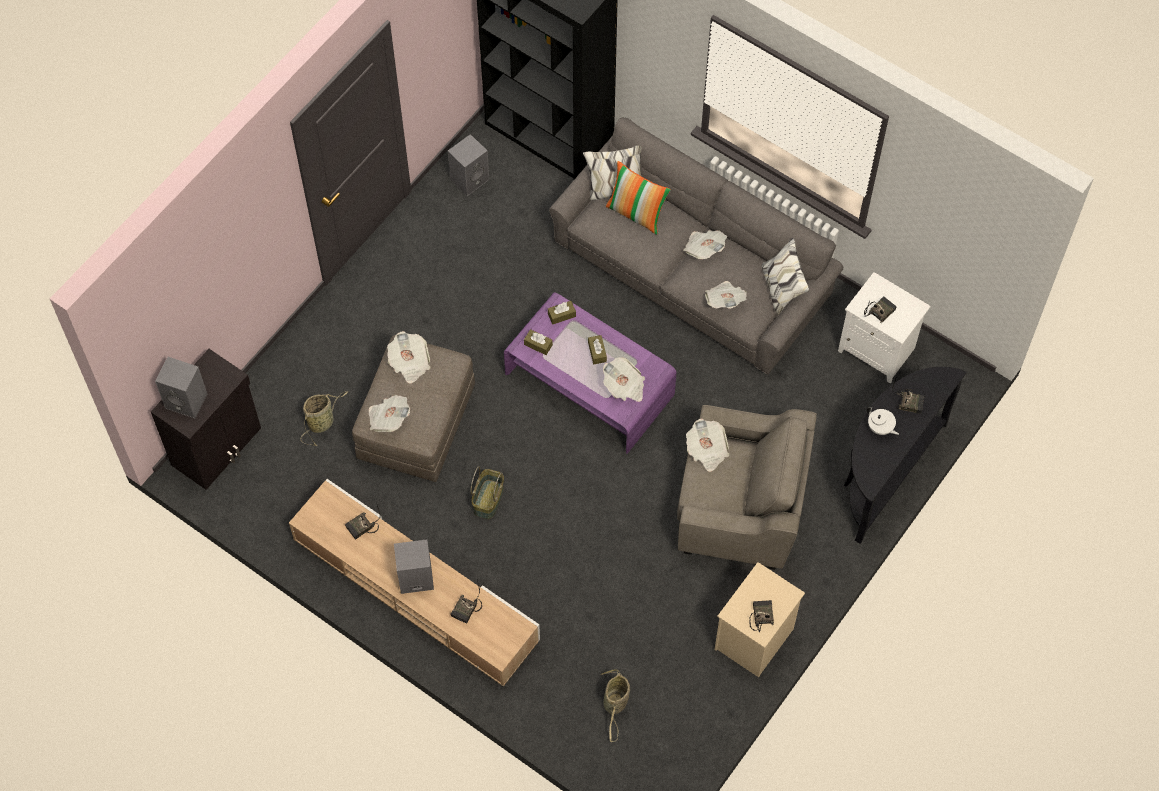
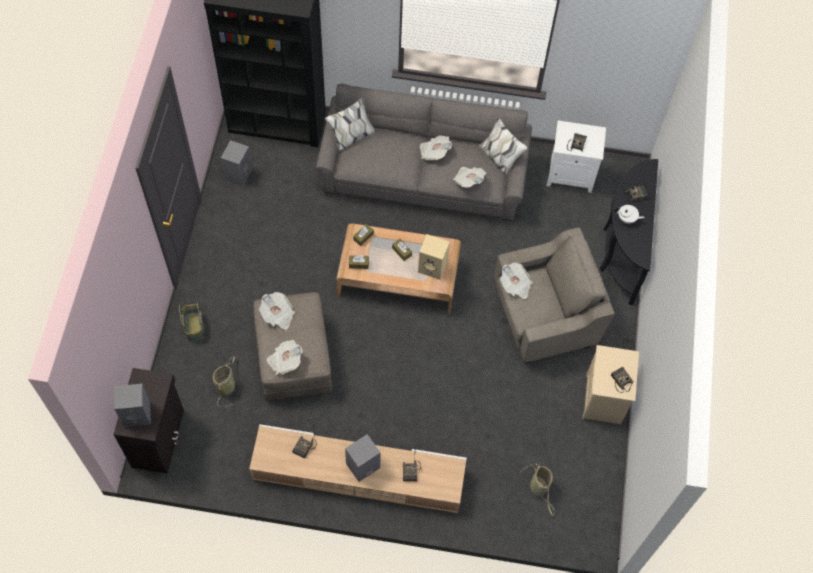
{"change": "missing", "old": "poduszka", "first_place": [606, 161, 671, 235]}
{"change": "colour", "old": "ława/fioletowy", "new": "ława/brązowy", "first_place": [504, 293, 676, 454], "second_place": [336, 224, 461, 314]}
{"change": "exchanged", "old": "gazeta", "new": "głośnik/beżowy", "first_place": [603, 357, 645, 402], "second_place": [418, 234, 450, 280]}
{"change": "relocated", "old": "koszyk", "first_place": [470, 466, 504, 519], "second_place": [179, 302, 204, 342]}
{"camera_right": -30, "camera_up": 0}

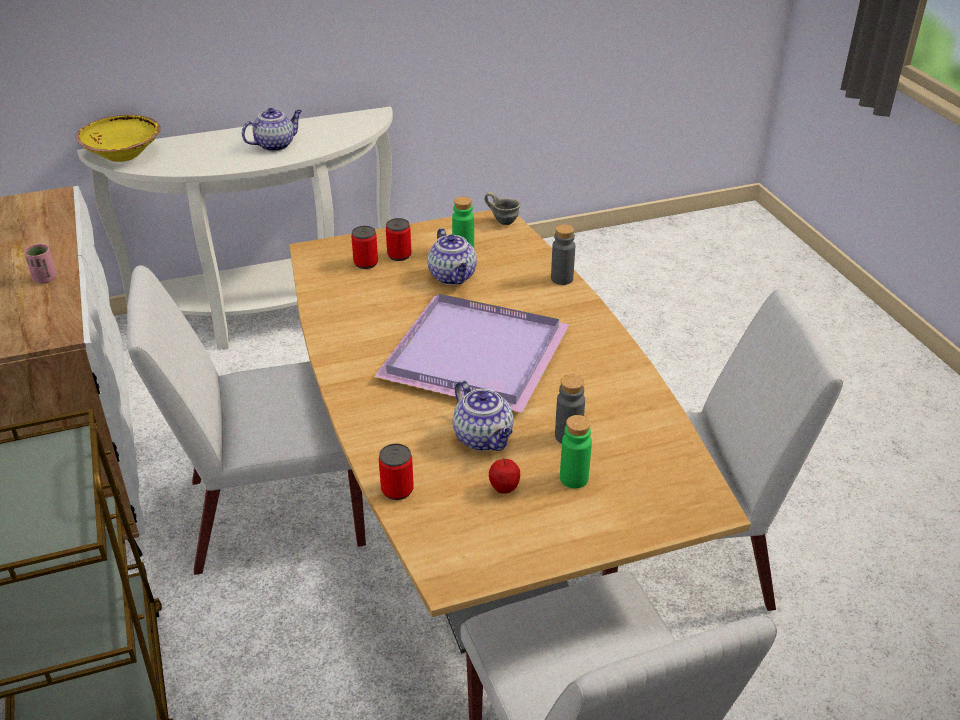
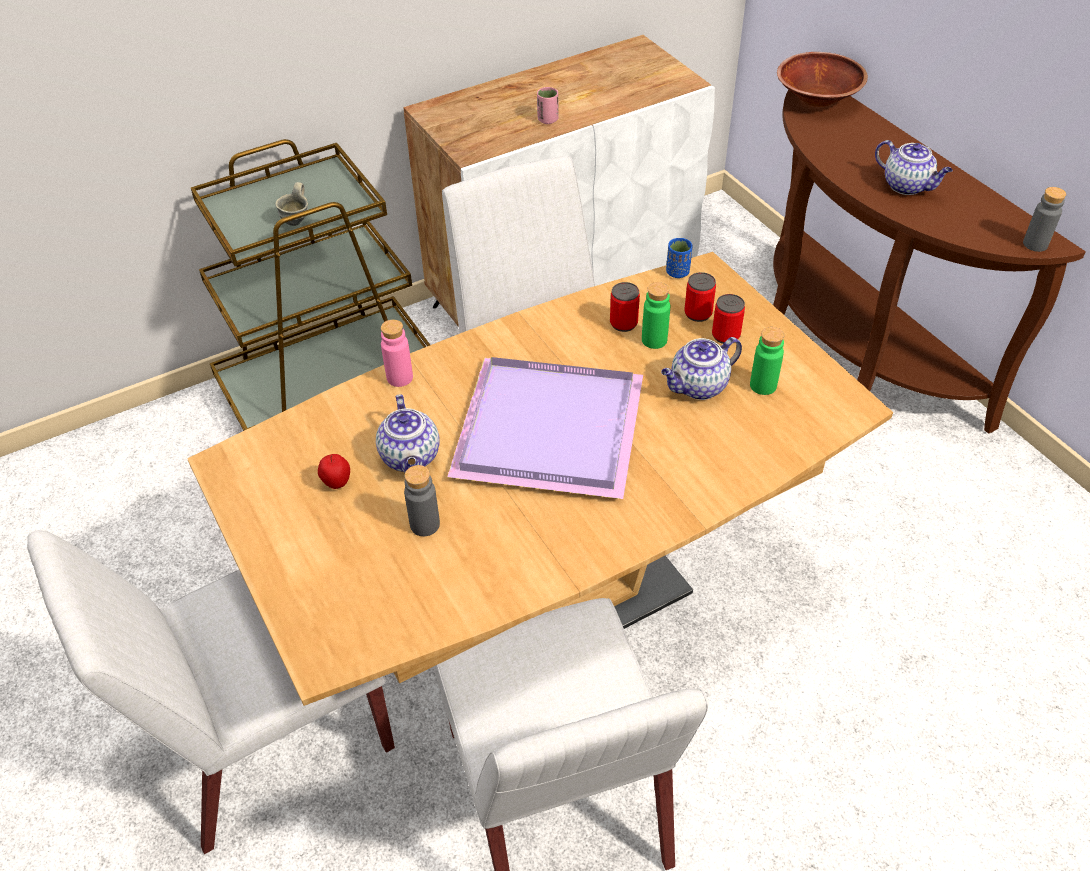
{"change": "colour", "old": "stolik konsolowy/biały", "new": "stolik konsolowy/brązowy", "first_place": [77, 106, 393, 350], "second_place": [773, 90, 1086, 434]}
{"change": "colour", "old": "miska/żółty", "new": "miska/brązowy", "first_place": [76, 115, 161, 162], "second_place": [777, 52, 868, 107]}
{"change": "relocated", "old": "kubek/szary", "first_place": [484, 192, 520, 225], "second_place": [275, 182, 308, 226]}
{"change": "relocated", "old": "butelka/szary", "first_place": [551, 224, 575, 285], "second_place": [1023, 187, 1066, 252]}
{"change": "spun", "old": "imbryk", "first_place": [453, 380, 513, 451], "second_place": [376, 394, 440, 473], "degrees": -60}
{"change": "relocated", "old": "butelka/zielony", "first_place": [560, 415, 592, 489], "second_place": [642, 282, 670, 349]}
{"change": "relocated", "old": "puszka", "first_place": [379, 444, 414, 500], "second_place": [610, 282, 640, 332]}
{"change": "appeared", "new": "filiżanka/niebieski", "second_place": [666, 238, 692, 278]}
{"change": "appeared", "new": "butelka/różowy", "second_place": [381, 319, 413, 387]}
{"camera_right": 80, "camera_up": 10}

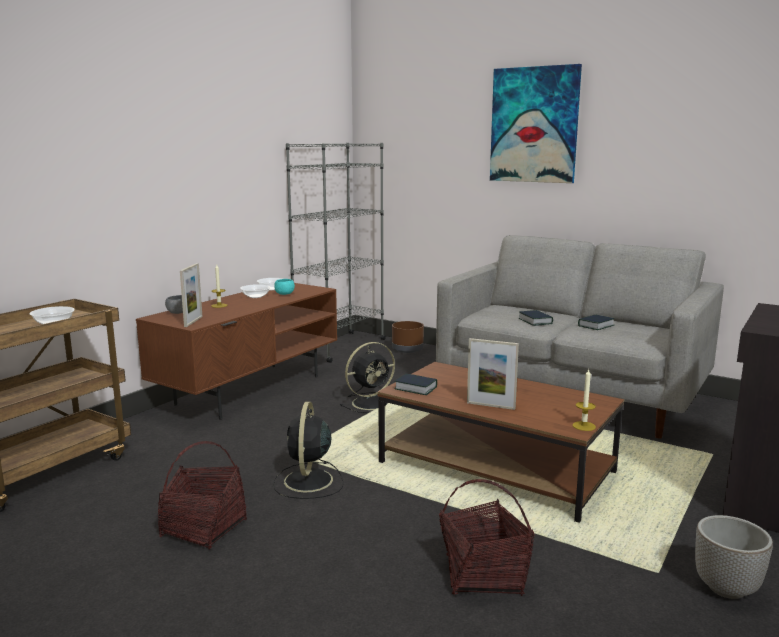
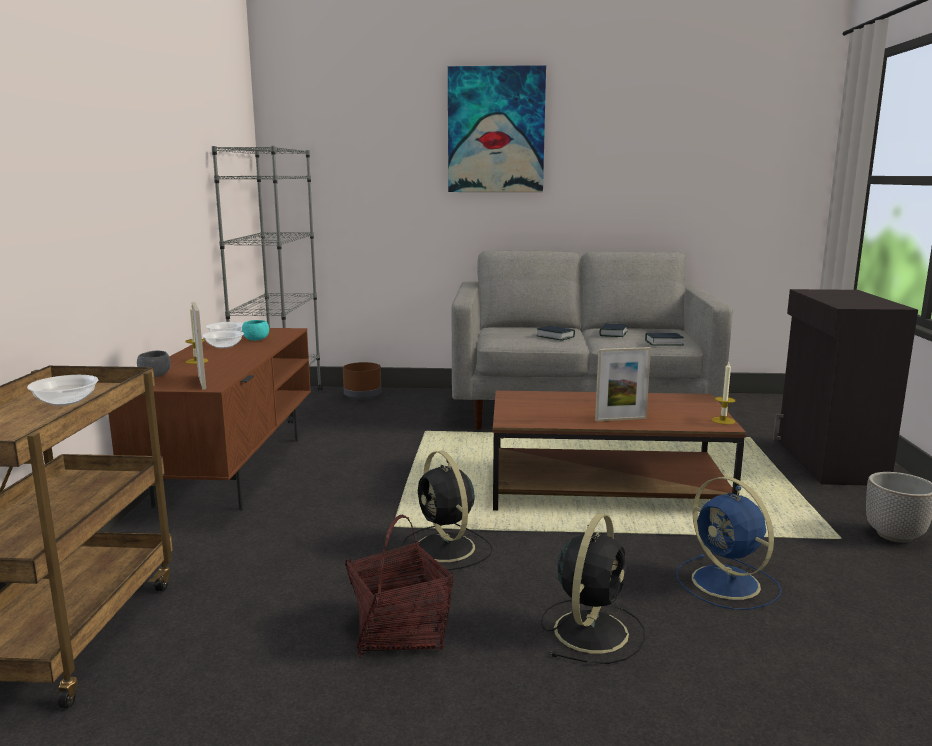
{"change": "relocated", "old": "wentylator/czarny", "first_place": [340, 342, 395, 413], "second_place": [541, 514, 645, 664]}
{"change": "relocated", "old": "książka", "first_place": [395, 374, 437, 395], "second_place": [645, 333, 684, 346]}
{"change": "exchanged", "old": "koszyk", "new": "wentylator/niebieski", "first_place": [439, 479, 535, 596], "second_place": [676, 477, 782, 610]}
{"camera_right": -30, "camera_up": 0}

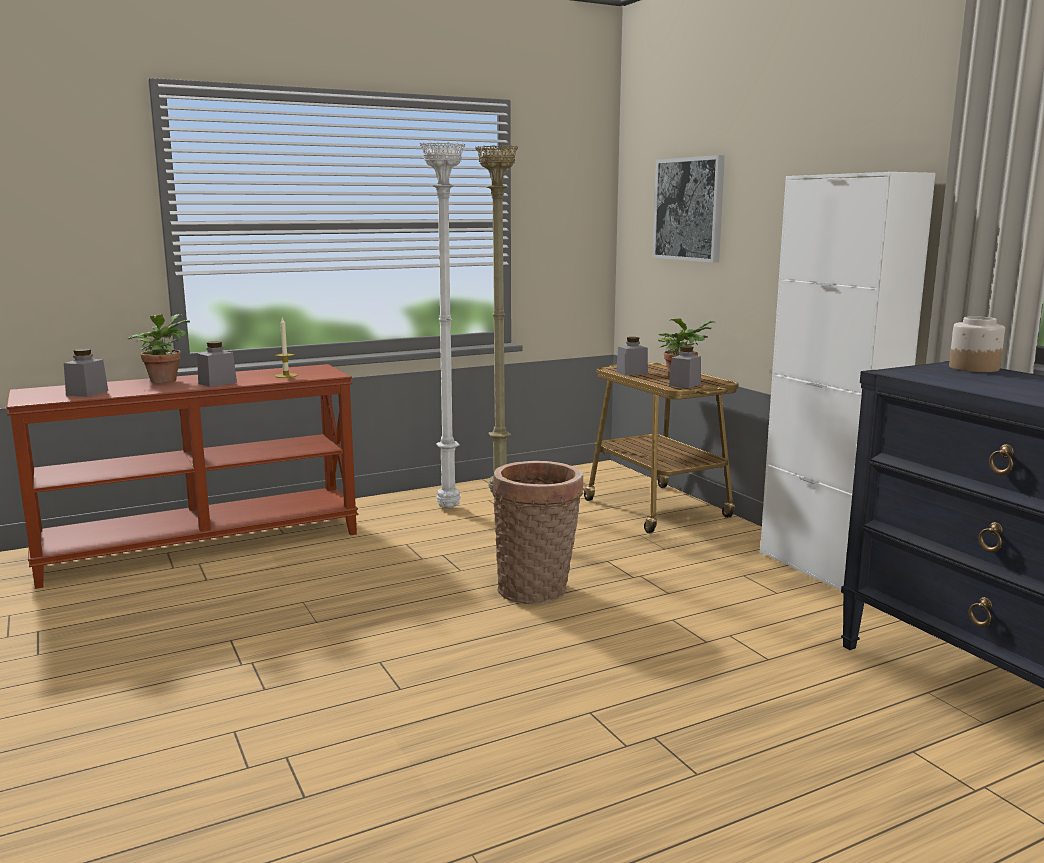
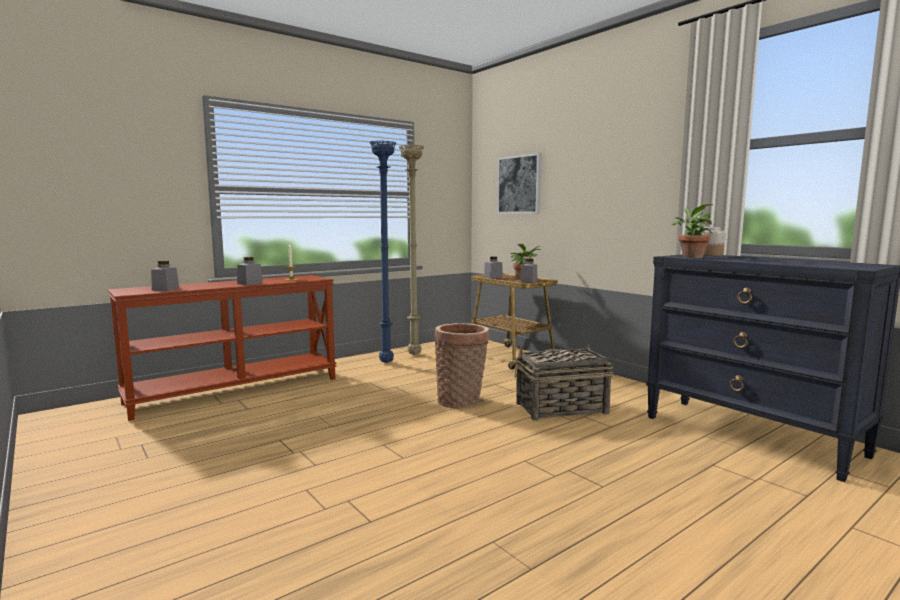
{"change": "colour", "old": "lampa stojąca/biały", "new": "lampa stojąca/niebieski", "first_place": [420, 142, 465, 508], "second_place": [370, 140, 396, 363]}
{"change": "missing", "old": "szafka/biały", "first_place": [760, 172, 936, 591]}
{"change": "relocated", "old": "roślina doniczkowa", "first_place": [128, 314, 190, 383], "second_place": [671, 204, 714, 258]}
{"change": "appeared", "new": "koszyk", "second_place": [515, 344, 613, 421]}
{"camera_right": -10, "camera_up": -5}

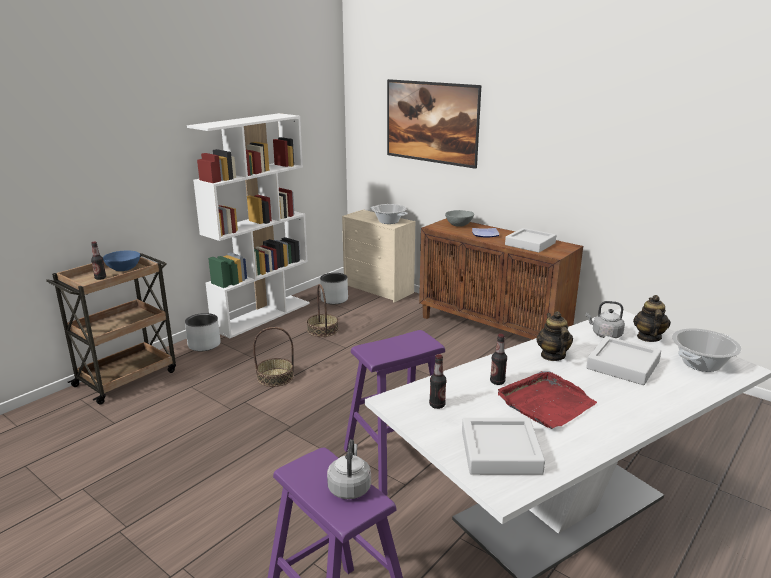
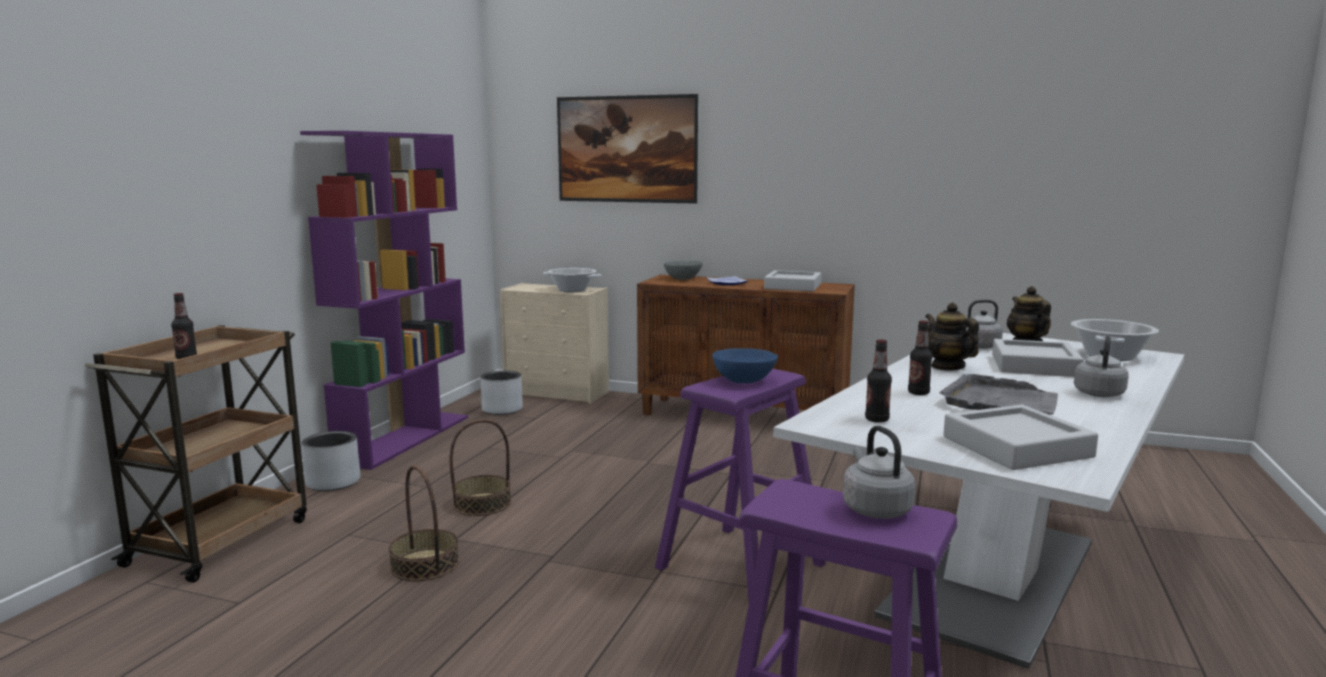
{"change": "colour", "old": "regał/biały", "new": "regał/fioletowy", "first_place": [187, 113, 310, 338], "second_place": [300, 131, 468, 470]}
{"change": "relocated", "old": "miska/niebieski", "first_place": [103, 251, 140, 271], "second_place": [712, 348, 778, 383]}
{"change": "relocated", "old": "koszyk", "first_place": [307, 284, 338, 337], "second_place": [388, 466, 459, 581]}
{"change": "colour", "old": "taca/czerwony", "new": "taca/szary", "first_place": [498, 371, 597, 429], "second_place": [939, 374, 1058, 415]}
{"change": "appeared", "new": "czajnik/szary", "second_place": [1074, 336, 1129, 397]}
{"camera_right": -20, "camera_up": -10}

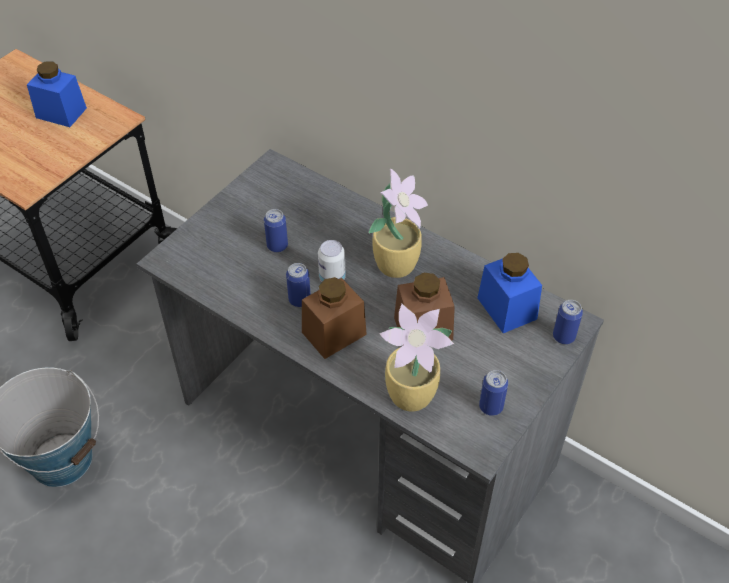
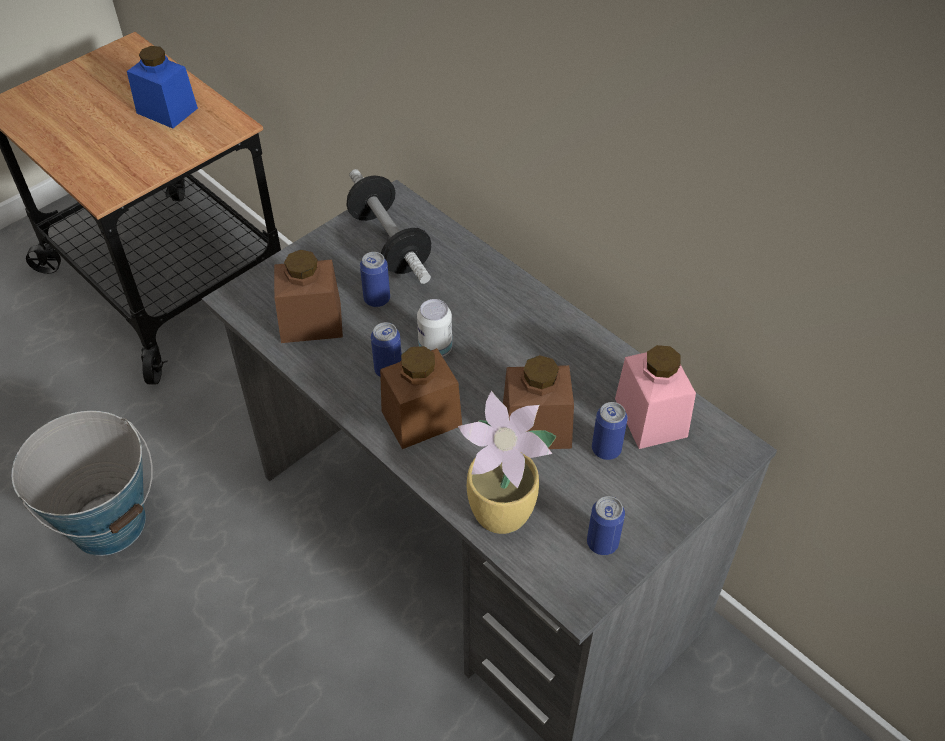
{"change": "missing", "old": "roślina doniczkowa", "first_place": [369, 168, 428, 278]}
{"change": "colour", "old": "słoik/niebieski", "new": "słoik/różowy", "first_place": [477, 253, 542, 333], "second_place": [615, 345, 696, 449]}
{"change": "relocated", "old": "puszka", "first_place": [553, 300, 583, 344], "second_place": [592, 402, 628, 460]}
{"change": "appeared", "new": "hantel", "second_place": [346, 169, 431, 284]}
{"change": "appeared", "new": "słoik/brązowy", "second_place": [274, 250, 343, 343]}
{"camera_right": 10, "camera_up": 0}

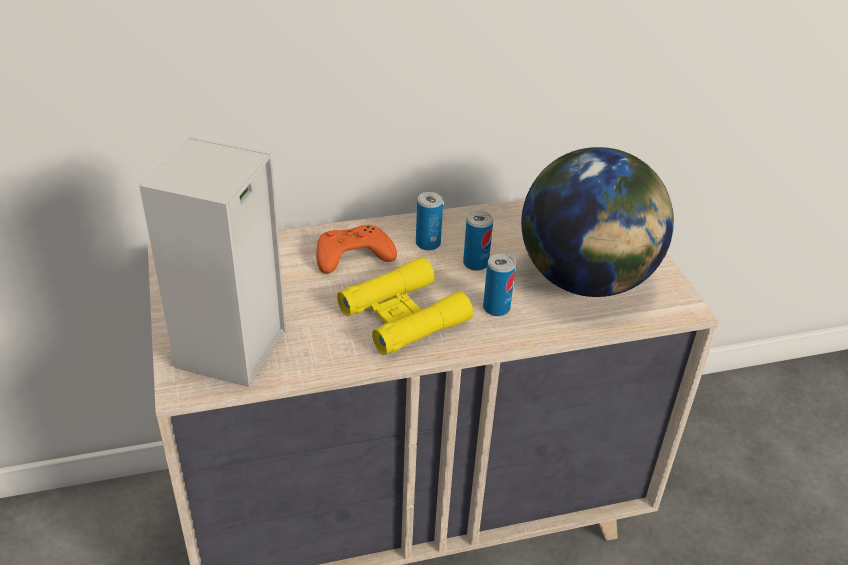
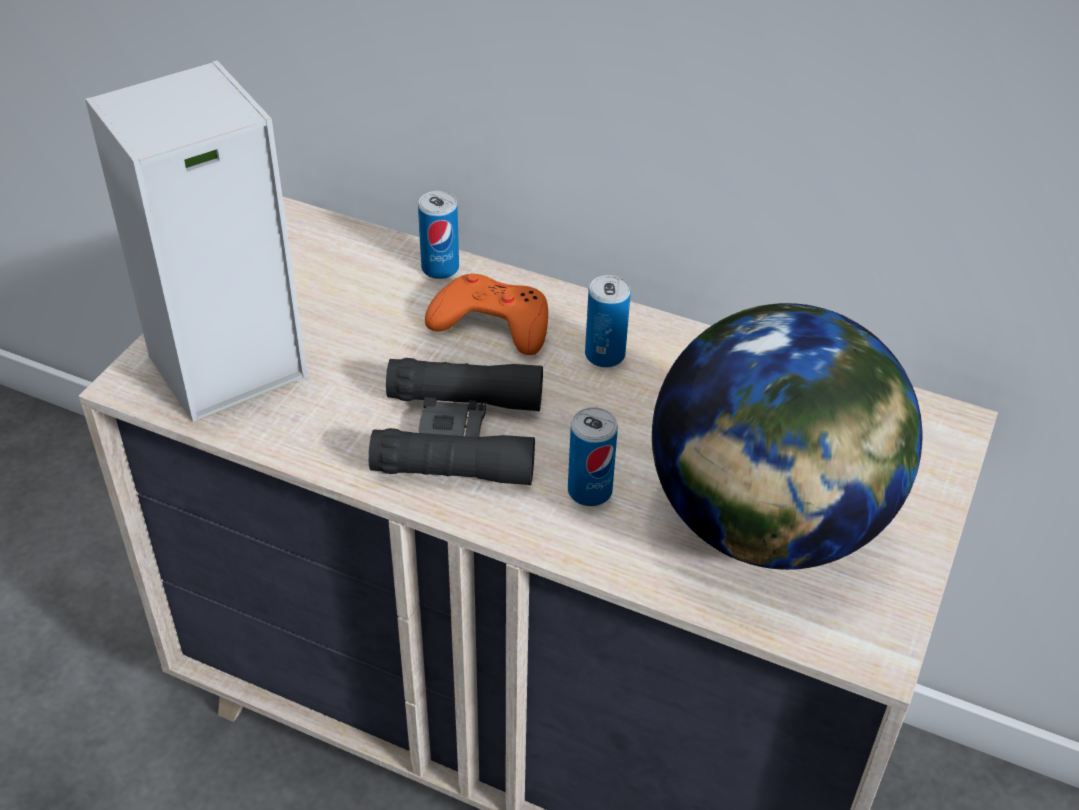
{"change": "relocated", "old": "puszka", "first_place": [463, 211, 493, 271], "second_place": [418, 191, 459, 279]}
{"change": "colour", "old": "lornetka/żółty", "new": "lornetka/czarny", "first_place": [337, 257, 473, 355], "second_place": [369, 358, 543, 485]}
{"camera_right": 40, "camera_up": 5}

